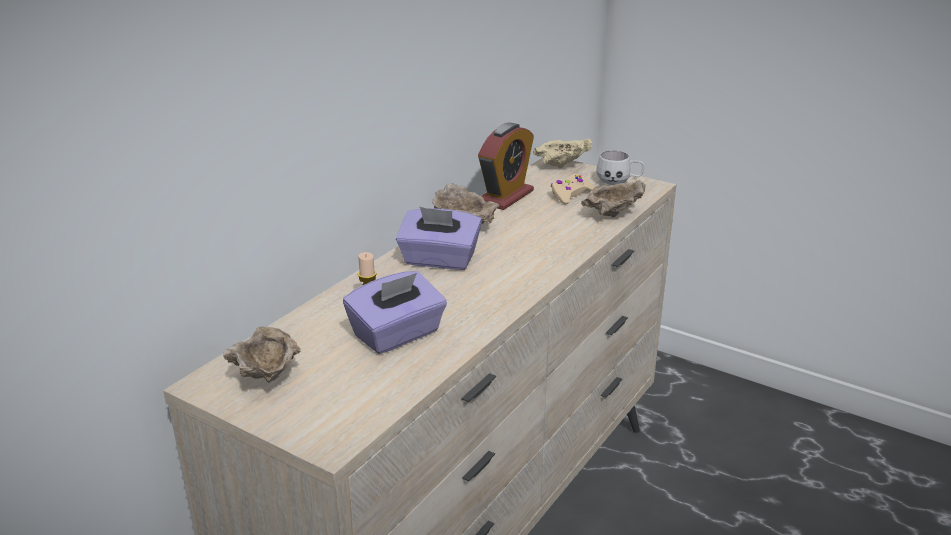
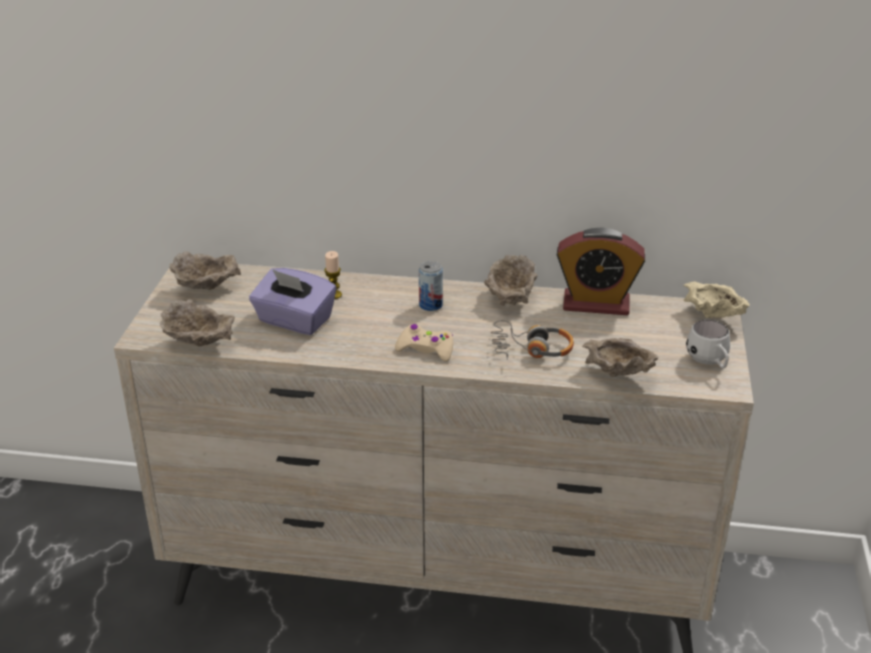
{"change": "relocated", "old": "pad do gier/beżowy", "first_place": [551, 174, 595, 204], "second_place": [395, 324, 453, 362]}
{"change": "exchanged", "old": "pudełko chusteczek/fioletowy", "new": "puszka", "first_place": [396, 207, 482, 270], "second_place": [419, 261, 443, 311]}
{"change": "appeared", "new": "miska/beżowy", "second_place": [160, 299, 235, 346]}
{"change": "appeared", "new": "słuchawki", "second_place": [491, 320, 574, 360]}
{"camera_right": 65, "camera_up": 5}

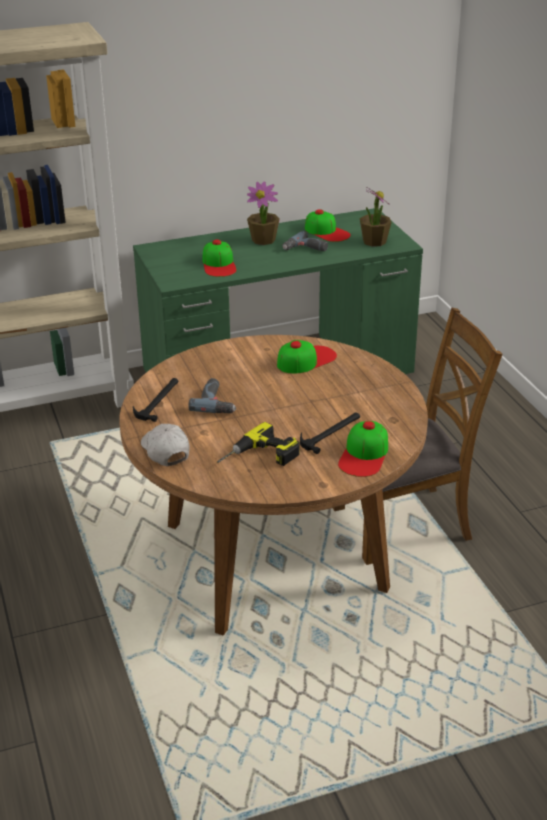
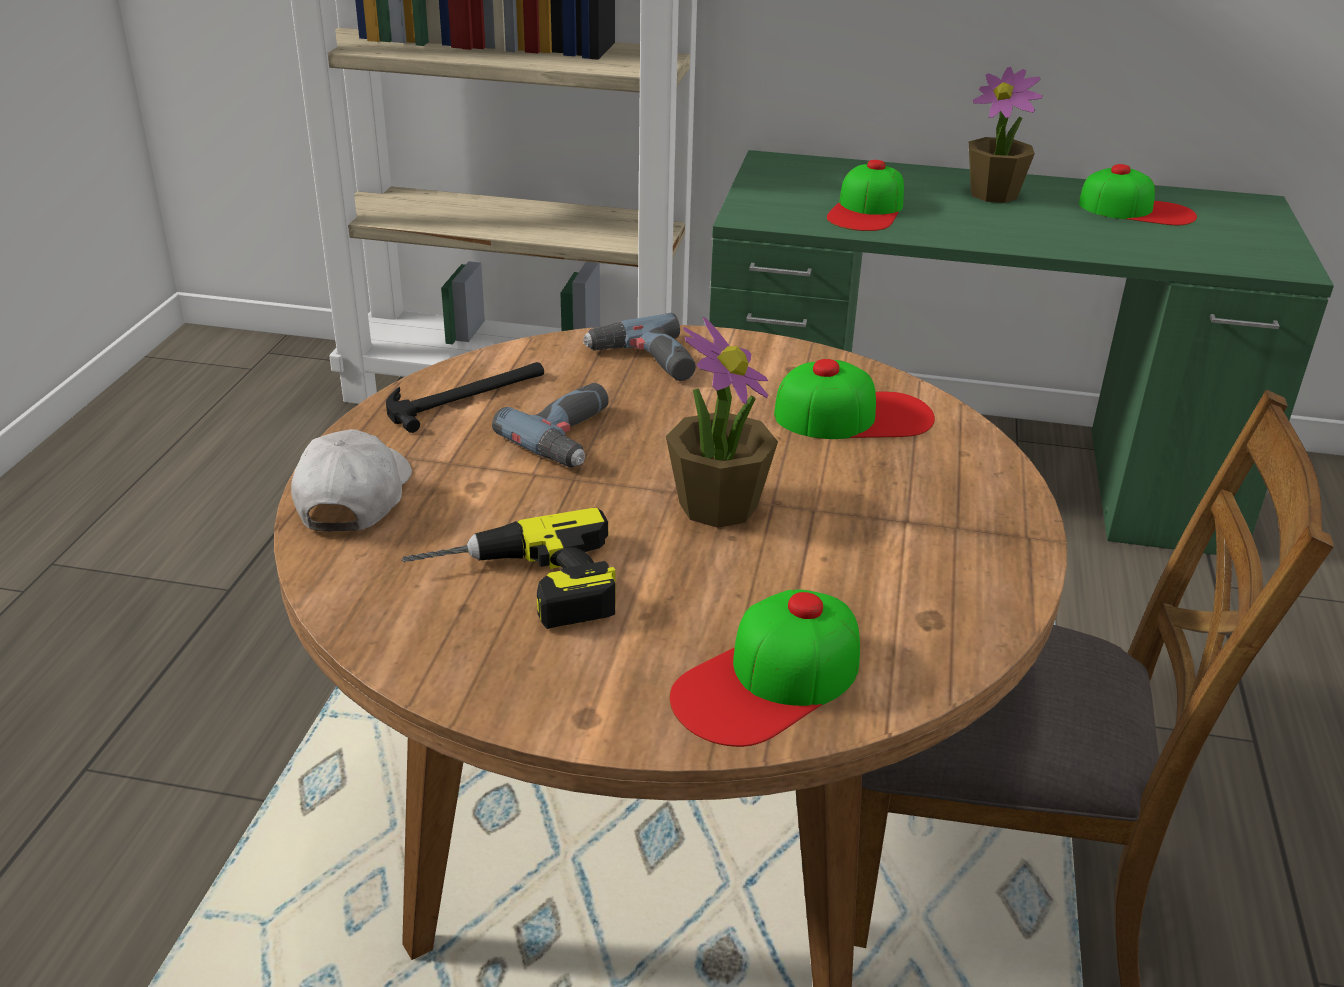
{"change": "relocated", "old": "roślina doniczkowa", "first_place": [359, 186, 392, 247], "second_place": [666, 317, 778, 528]}
{"change": "spun", "old": "czapka z daszkiem", "first_place": [305, 209, 351, 242], "second_place": [1079, 164, 1197, 226], "degrees": -60}
{"change": "relocated", "old": "wiertarka", "first_place": [282, 231, 328, 251], "second_place": [583, 313, 696, 381]}
{"change": "missing", "old": "młotek", "first_place": [300, 412, 360, 454]}
{"camera_right": 30, "camera_up": 0}

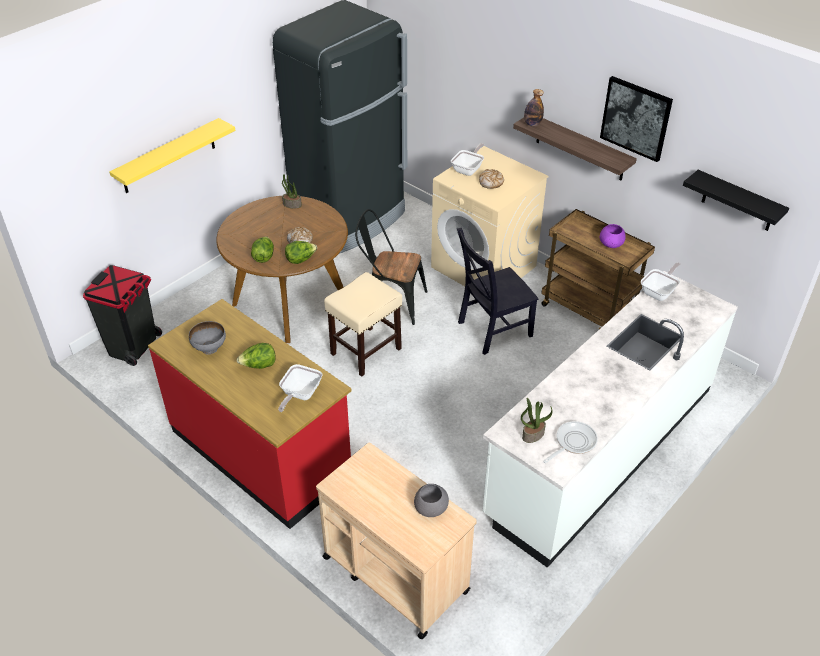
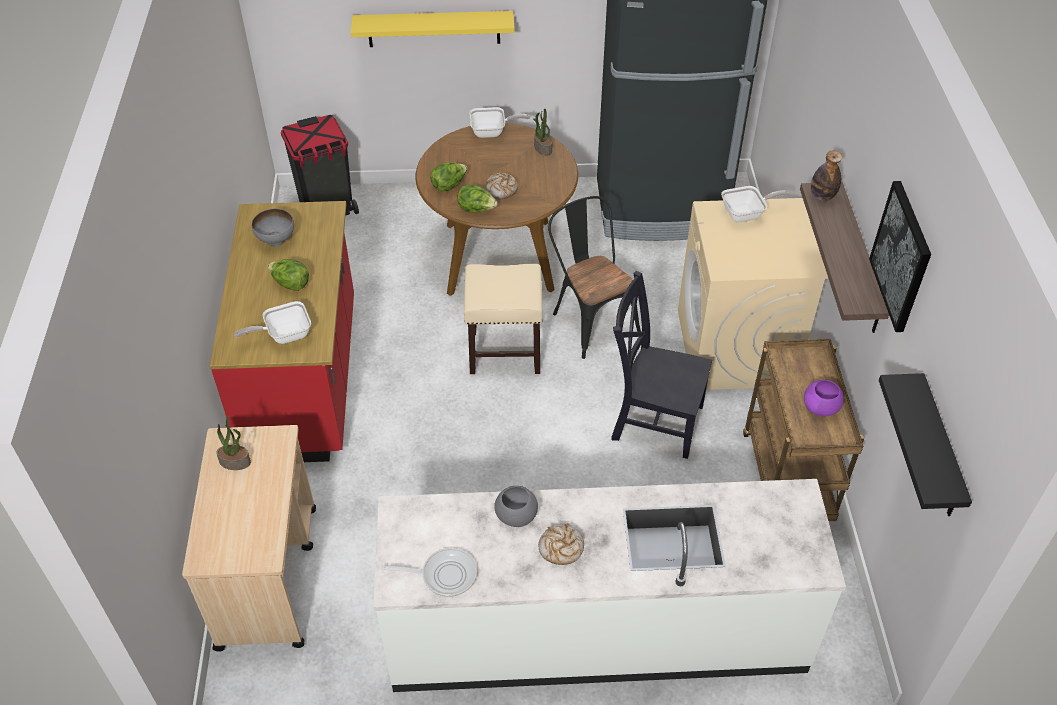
{"change": "relocated", "old": "chleb", "first_place": [479, 169, 504, 189], "second_place": [538, 524, 584, 565]}
{"change": "relocated", "old": "patelnia", "first_place": [641, 262, 681, 301], "second_place": [470, 107, 530, 138]}
{"change": "relocated", "old": "roślina doniczkowa", "first_place": [521, 398, 552, 443], "second_place": [216, 416, 251, 470]}
{"change": "relocated", "old": "miska/szary", "first_place": [414, 484, 449, 517], "second_place": [494, 486, 538, 527]}
{"camera_right": 45, "camera_up": 5}

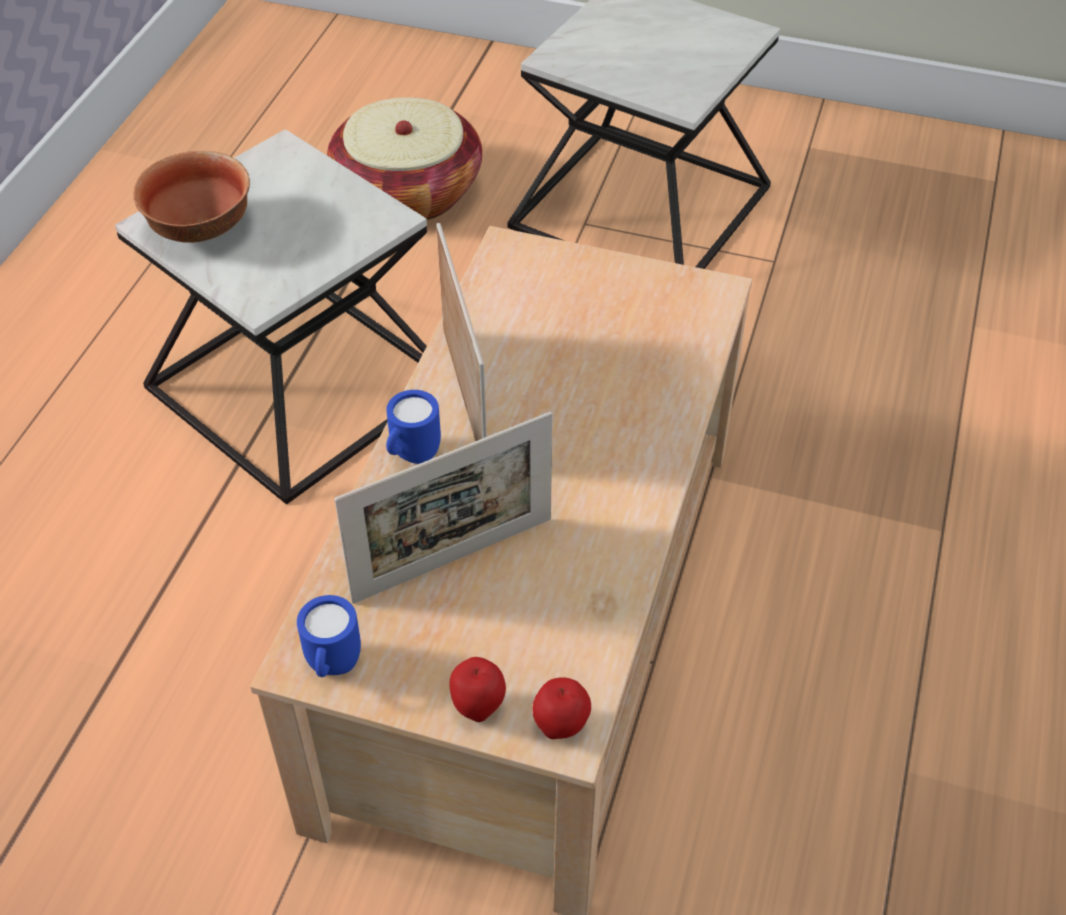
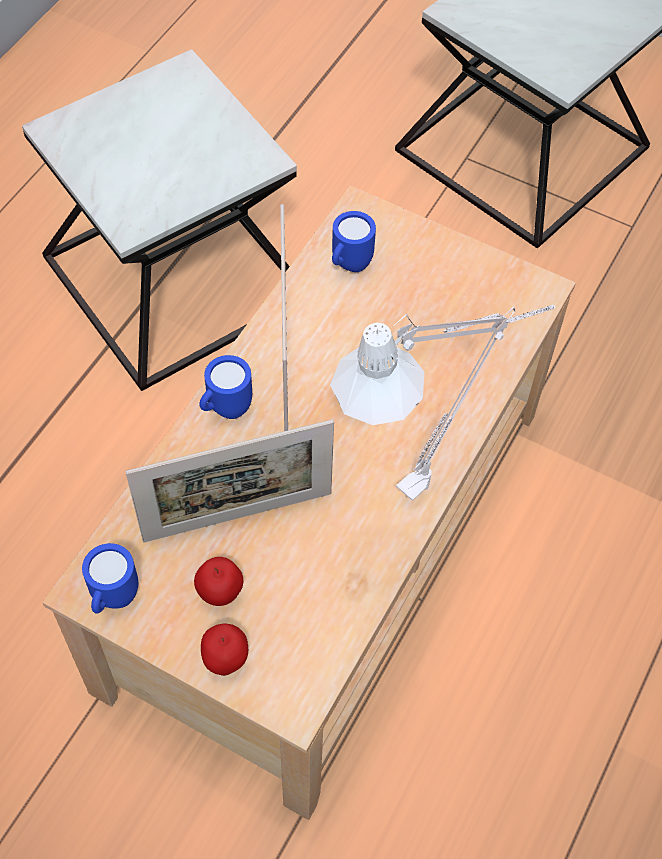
{"change": "missing", "old": "koszyk", "first_place": [327, 97, 482, 221]}
{"change": "missing", "old": "miska", "first_place": [133, 151, 250, 243]}
{"change": "relocated", "old": "jabłko", "first_place": [533, 677, 591, 739], "second_place": [194, 557, 243, 606]}
{"change": "appeared", "new": "kubek/niebieski", "second_place": [332, 211, 376, 272]}
{"change": "appeared", "new": "lampa stołowa/biały", "second_place": [330, 305, 555, 501]}
{"camera_right": 10, "camera_up": 10}

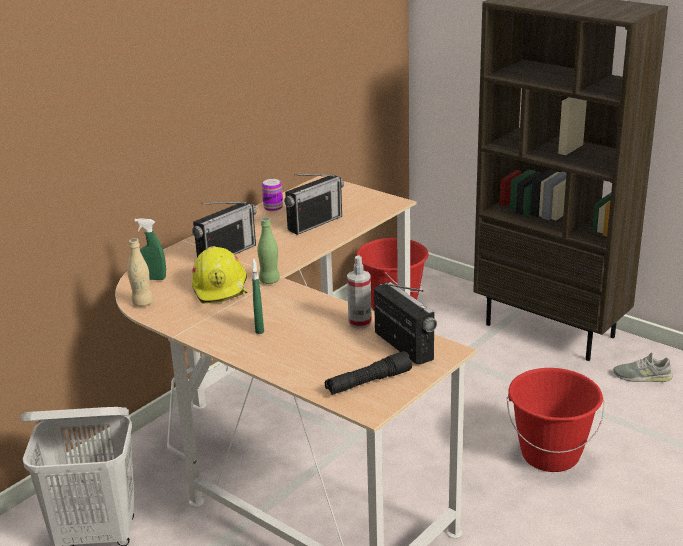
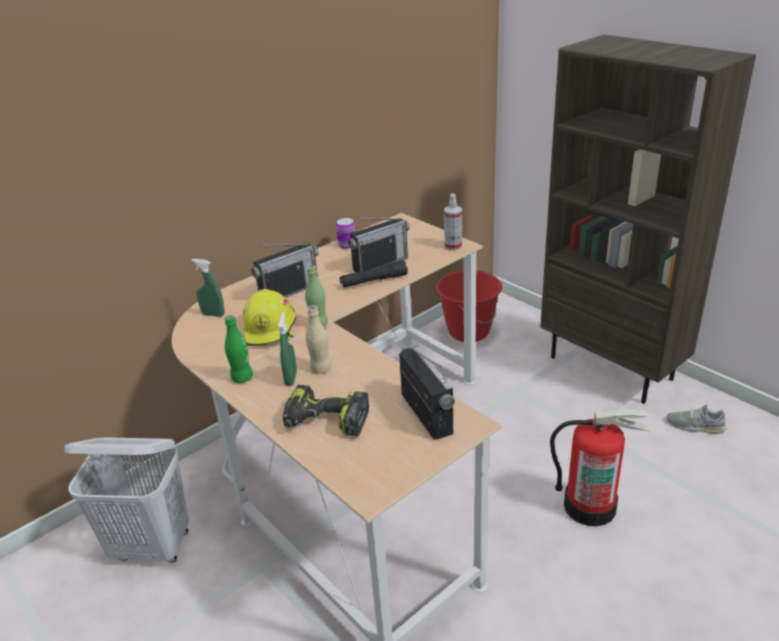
{"change": "relocated", "old": "butelka/beżowy", "first_place": [127, 238, 153, 306], "second_place": [305, 305, 332, 374]}
{"change": "relocated", "old": "spryskiwacz", "first_place": [347, 256, 372, 328], "second_place": [444, 194, 462, 251]}
{"change": "relocated", "old": "latarka/czarny", "first_place": [325, 351, 412, 395], "second_place": [340, 260, 408, 287]}
{"change": "exchanged", "old": "wiadro/czerwony", "new": "gaśnica", "first_place": [507, 368, 604, 472], "second_place": [550, 409, 652, 526]}
{"change": "appeared", "new": "butelka/zielony", "second_place": [225, 315, 253, 383]}
{"change": "appeared", "new": "wiertarka", "second_place": [283, 385, 369, 436]}
{"camera_right": 10, "camera_up": 5}

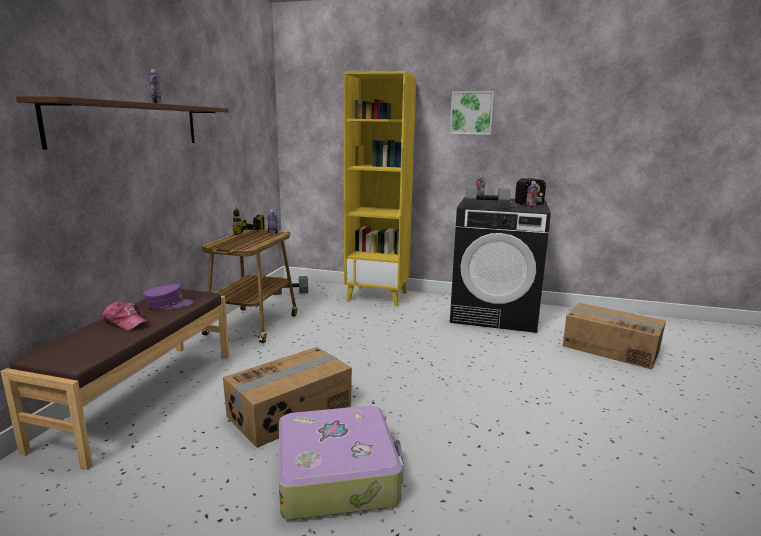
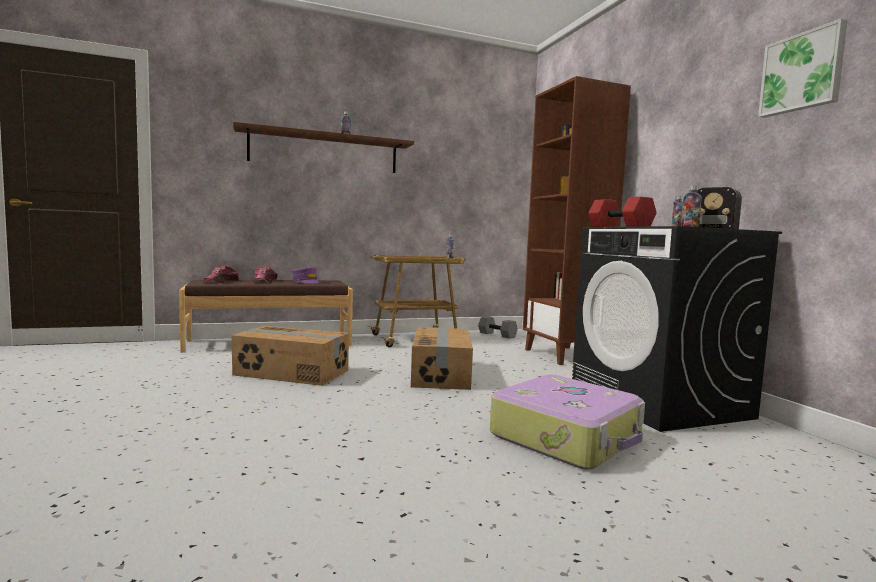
{"change": "colour", "old": "regał/żółty", "new": "regał/brązowy", "first_place": [343, 71, 416, 306], "second_place": [523, 76, 631, 365]}
{"change": "relocated", "old": "obraz", "first_place": [450, 91, 494, 135], "second_place": [758, 18, 848, 118]}
{"change": "colour", "old": "hantel/szary", "new": "hantel/czerwony", "first_place": [465, 186, 511, 209], "second_place": [589, 197, 657, 227]}
{"change": "missing", "old": "wiertarka", "first_place": [233, 207, 265, 235]}
{"change": "relocated", "old": "karton", "first_place": [563, 303, 666, 370], "second_place": [411, 327, 473, 390]}
{"change": "relocated", "old": "walizka", "first_place": [279, 406, 404, 520], "second_place": [490, 375, 645, 470]}
{"change": "appeared", "new": "czapka z daszkiem", "second_place": [203, 266, 239, 283]}
{"camera_right": 55, "camera_up": -10}

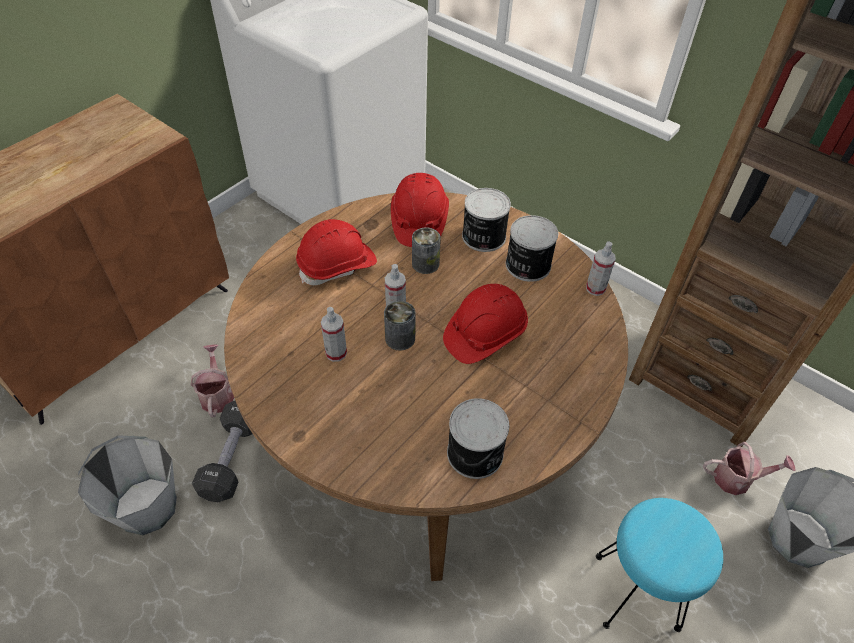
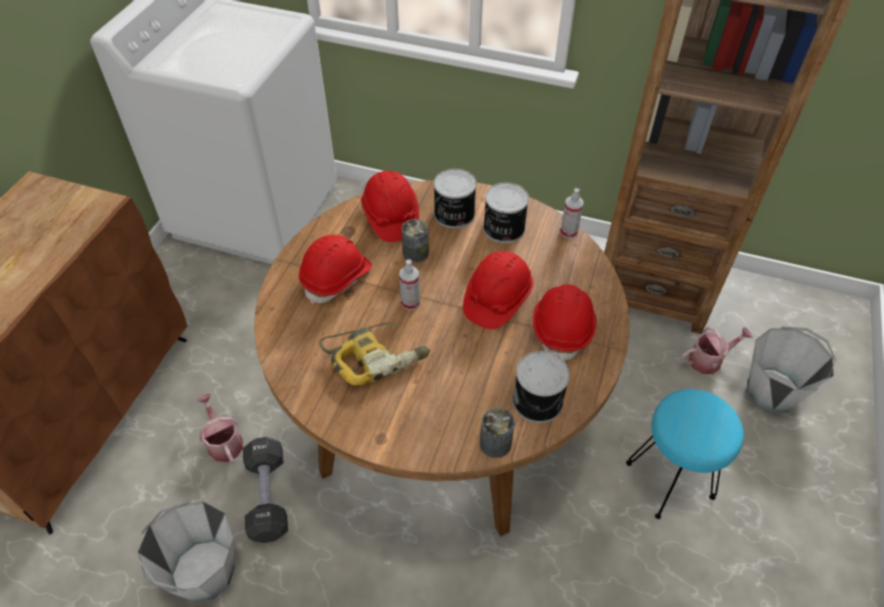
{"change": "relocated", "old": "puszka", "first_place": [384, 301, 416, 351], "second_place": [480, 408, 515, 458]}
{"change": "exchanged", "old": "spryskiwacz", "new": "wiertarka", "first_place": [321, 307, 347, 362], "second_place": [319, 323, 430, 386]}
{"change": "appeared", "new": "kask/czerwony", "second_place": [533, 284, 597, 361]}
{"camera_right": -20, "camera_up": 0}

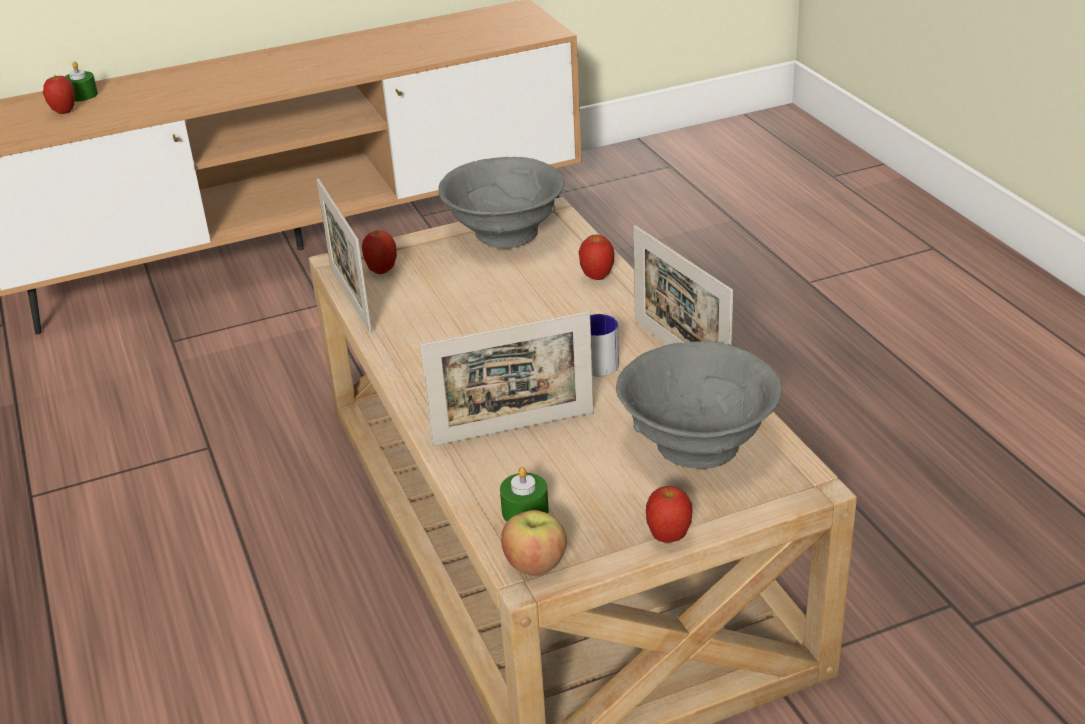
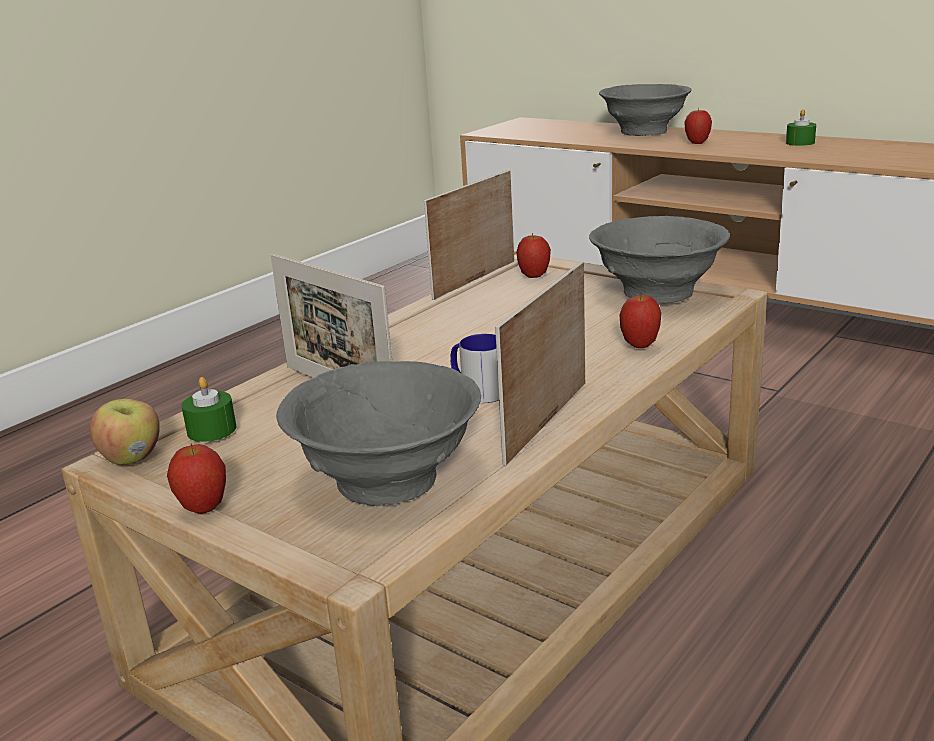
{"change": "relocated", "old": "świeca/zielony", "first_place": [65, 61, 98, 101], "second_place": [786, 109, 816, 146]}
{"change": "relocated", "old": "jabłko", "first_place": [43, 74, 75, 114], "second_place": [684, 109, 712, 144]}
{"change": "appeared", "new": "miska/szary", "second_place": [599, 84, 692, 136]}
{"camera_right": 60, "camera_up": -10}

